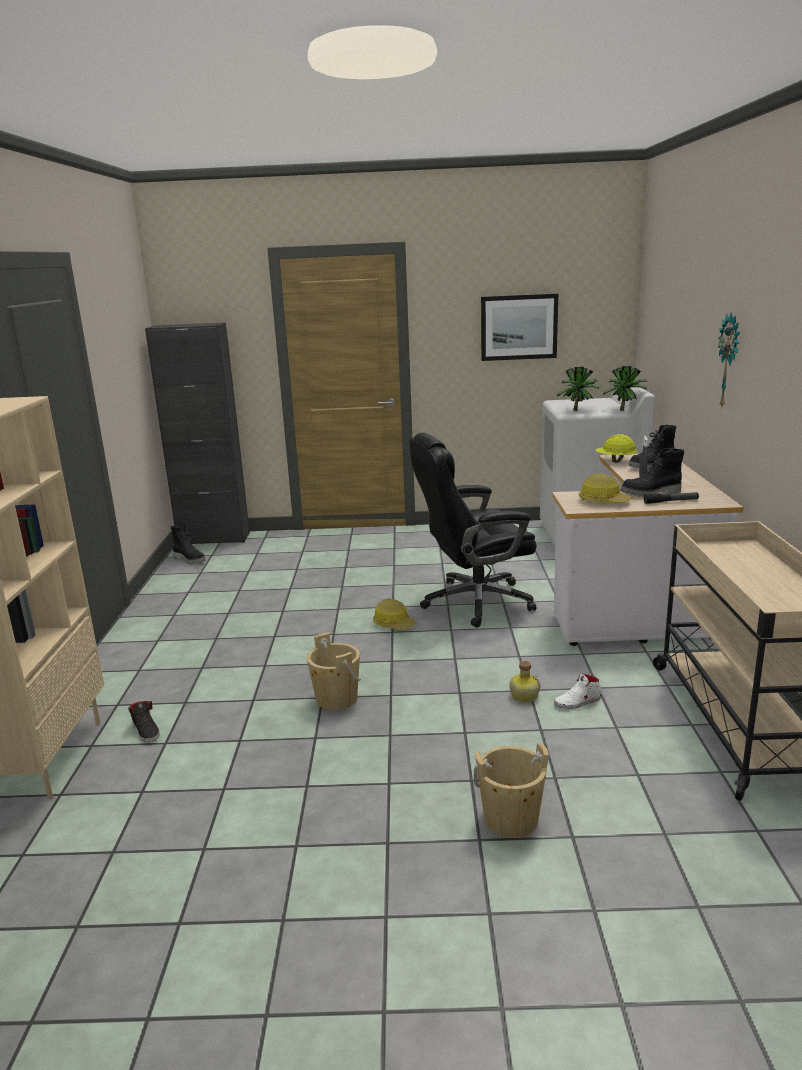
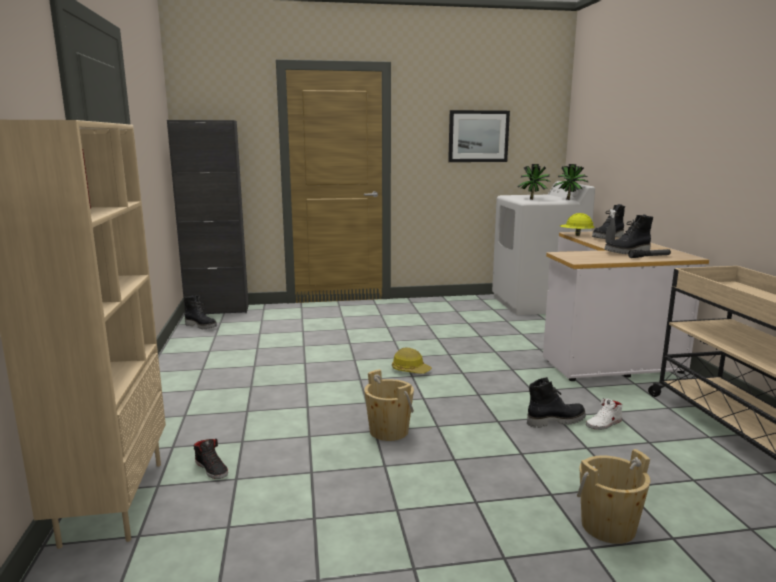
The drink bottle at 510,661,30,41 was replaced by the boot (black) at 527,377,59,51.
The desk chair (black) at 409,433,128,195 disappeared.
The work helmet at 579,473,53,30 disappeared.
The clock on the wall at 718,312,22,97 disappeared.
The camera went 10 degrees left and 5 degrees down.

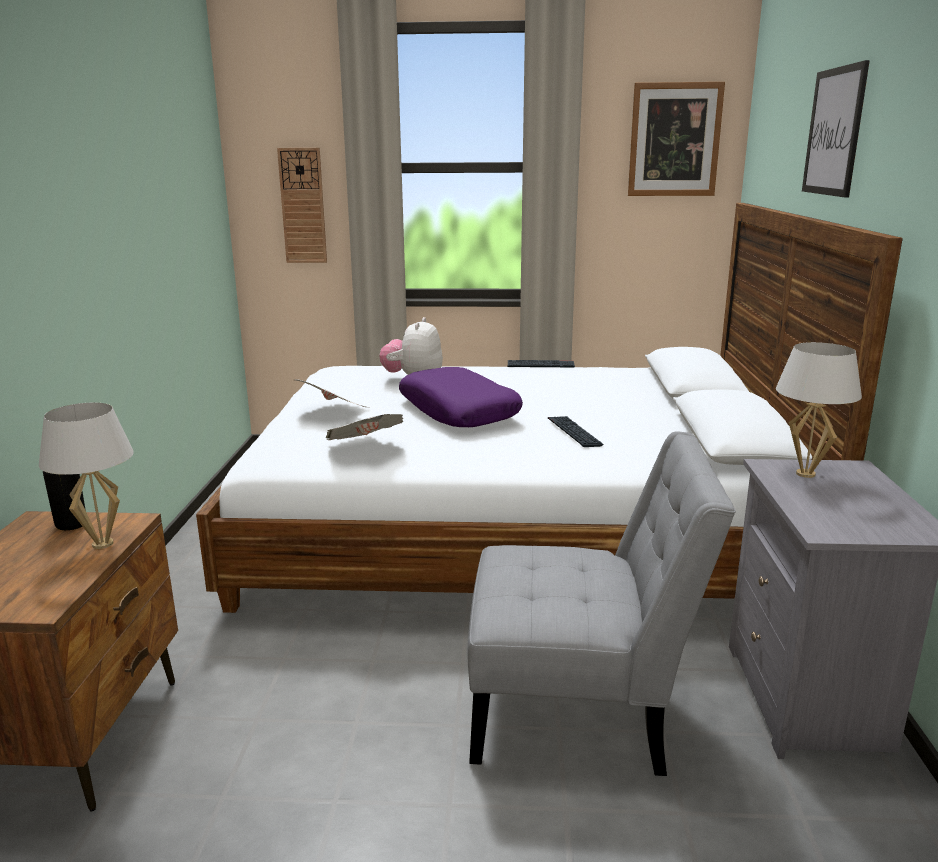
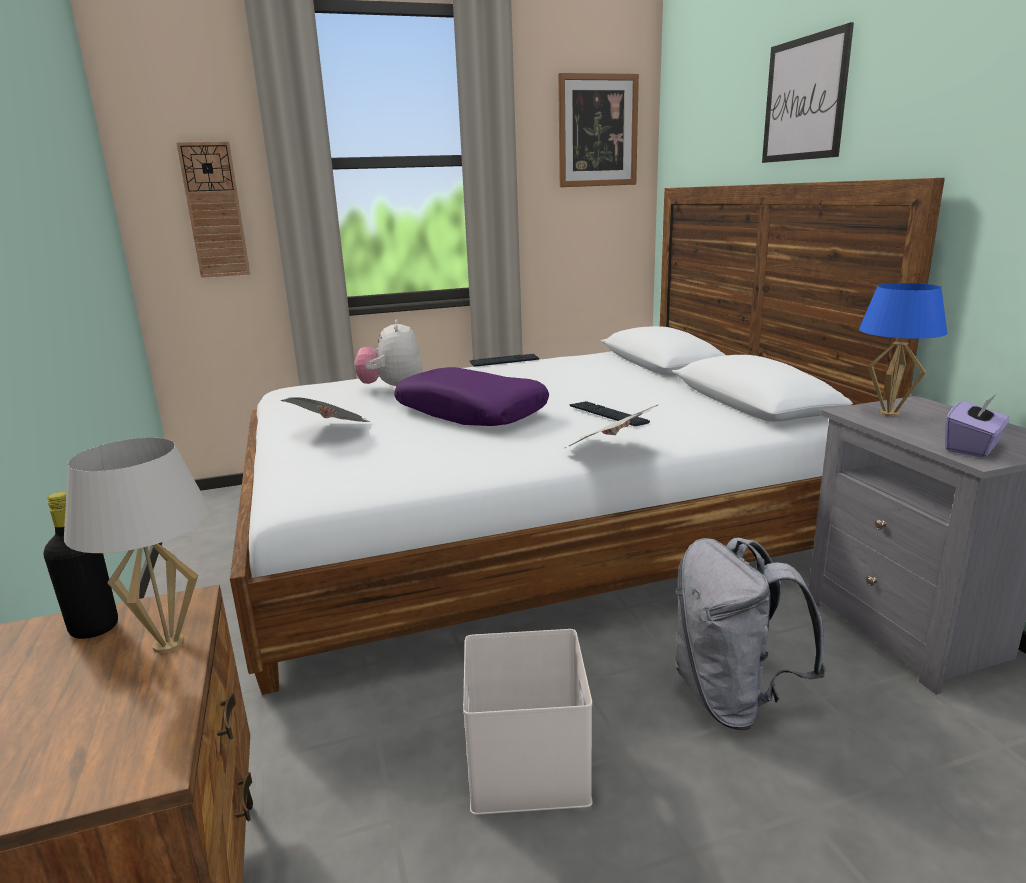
The storage box (whitish) at 463,629,129,186 appeared.
The daily paper moved from 326,414,77,26 to 565,405,93,43.
The plain chair (grey) at 468,431,268,345 was replaced by the knapsack (grey) at 674,538,152,192.
The table lamp (whitish) at 776,342,86,136 became the table lamp (blue) at 859,283,88,134.
The tissue box (purple-coloured) at 945,395,65,63 appeared.
The camera went 20 degrees left and 0 degrees up.

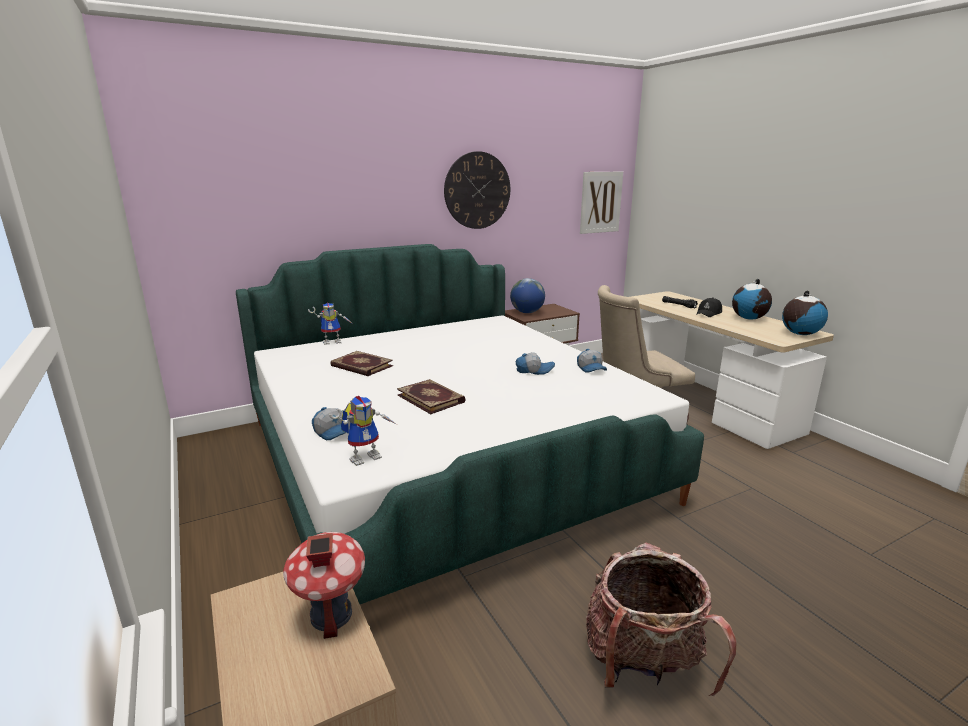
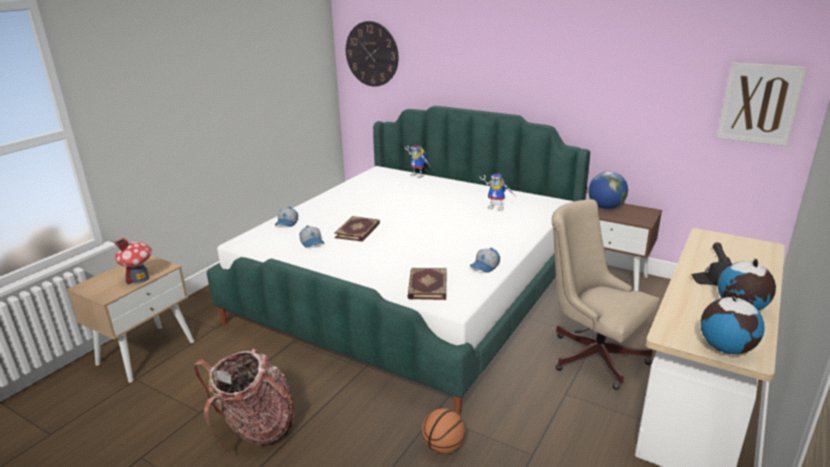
The baseball cap moved from 516,352,39,23 to 299,225,25,22.
The clock on the wall moved from 444,151,66,78 to 346,21,53,66.
The bound book moved from 330,351,63,25 to 407,268,39,32.
The basketball ball at 422,408,43,46 appeared.
The robot figure moved from 329,396,67,70 to 480,173,35,38.
The camera went 60 degrees right and 5 degrees up.

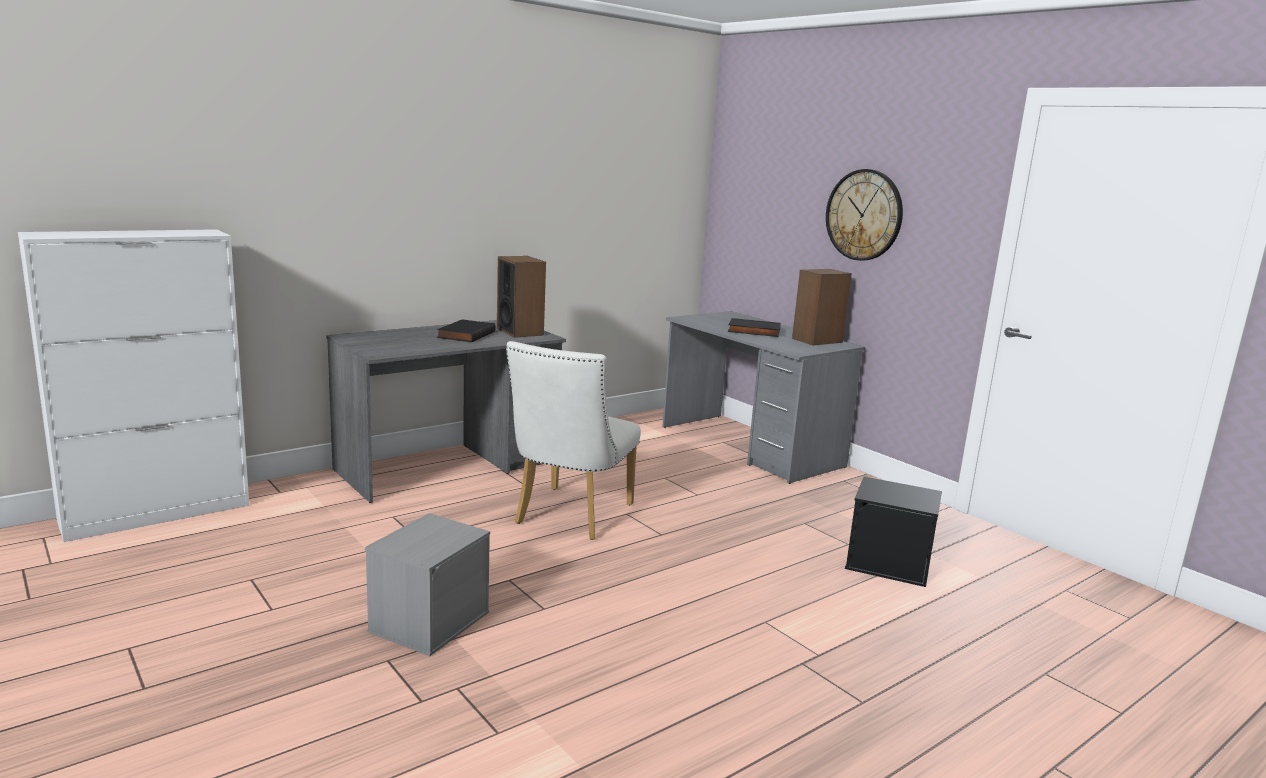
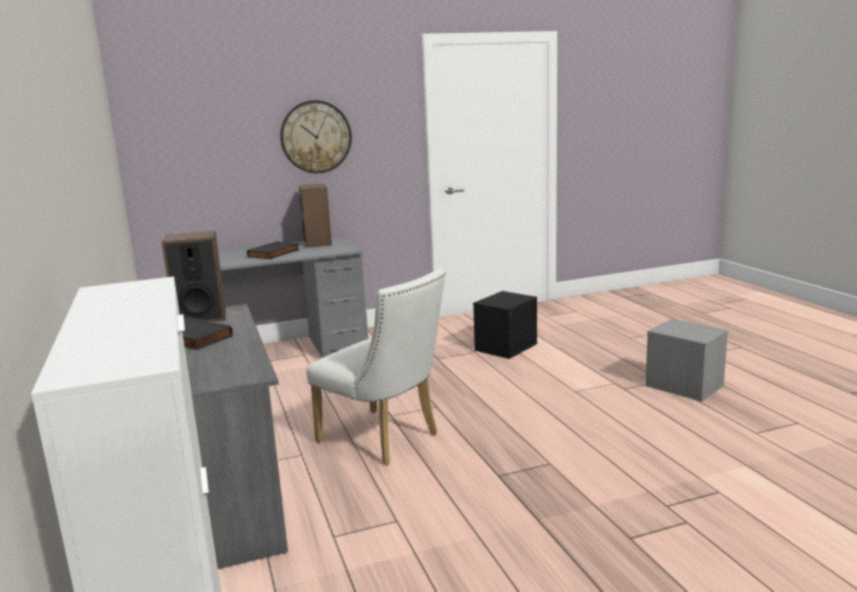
The storage box (grey) moved from 365,513,125,143 to 645,319,84,83.
The camera went 70 degrees left and 0 degrees up.

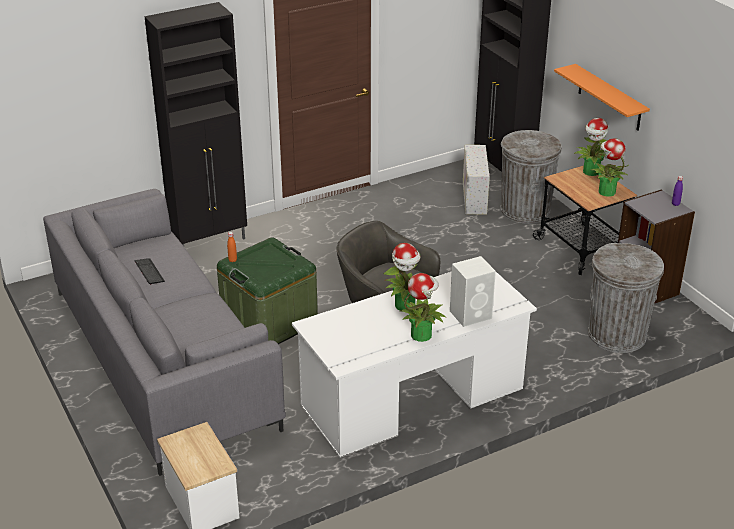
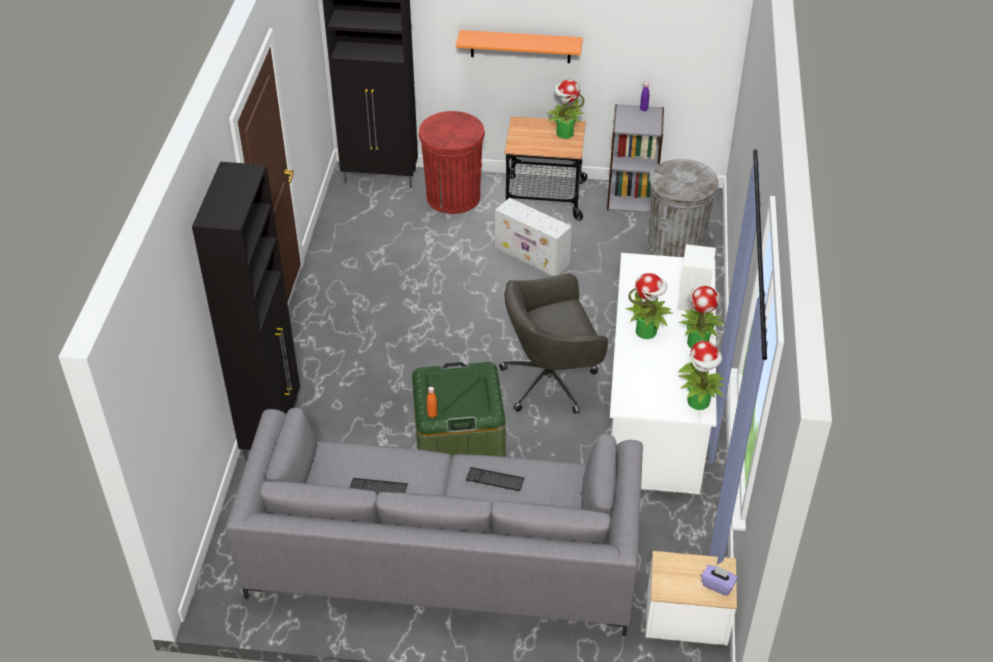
The waste bin (grey) at 501,130,61,94 became the waste bin (red-coloured) at 419,111,66,103.
The keyboard at 466,467,58,24 appeared.
The storage box (whitish) moved from 463,145,27,70 to 495,198,77,78.
The plant in a pot moved from 574,118,34,58 to 678,341,48,69.
The tissue box (purple-coloured) at 701,565,37,31 appeared.
The camera went 55 degrees left and 10 degrees up.

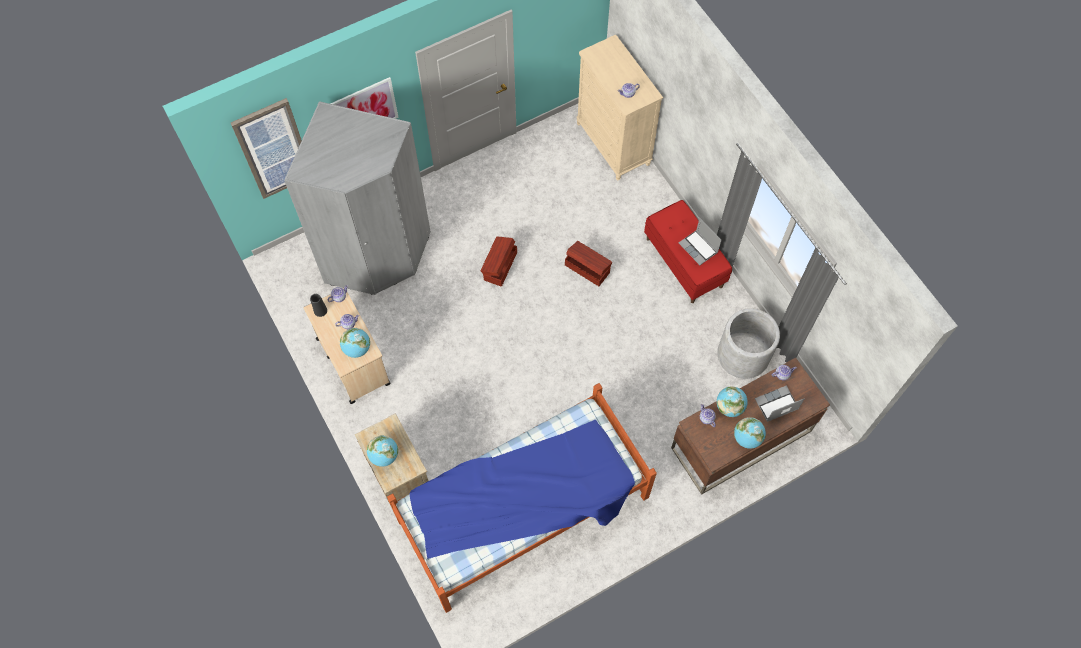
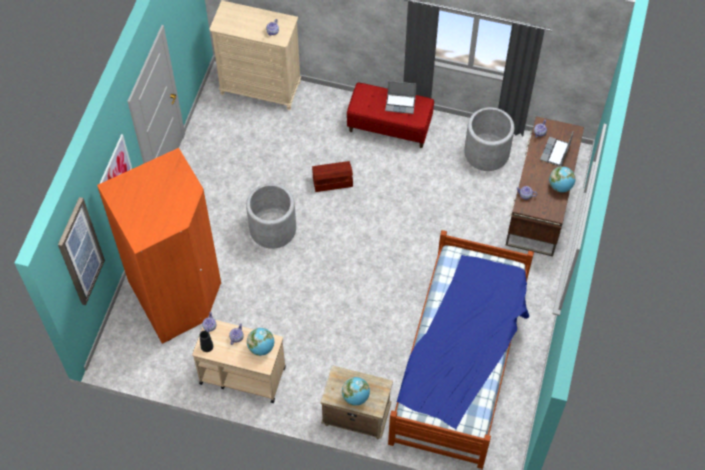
The wardrobe (grey) at 284,101,147,194 became the wardrobe (orange) at 97,148,124,196.
The storage box (brown-coloured) at 481,236,36,51 was replaced by the flower pot (grey) at 246,184,50,65.
The world globe at 717,386,31,31 disappeared.
The camera went 45 degrees left and 5 degrees down.

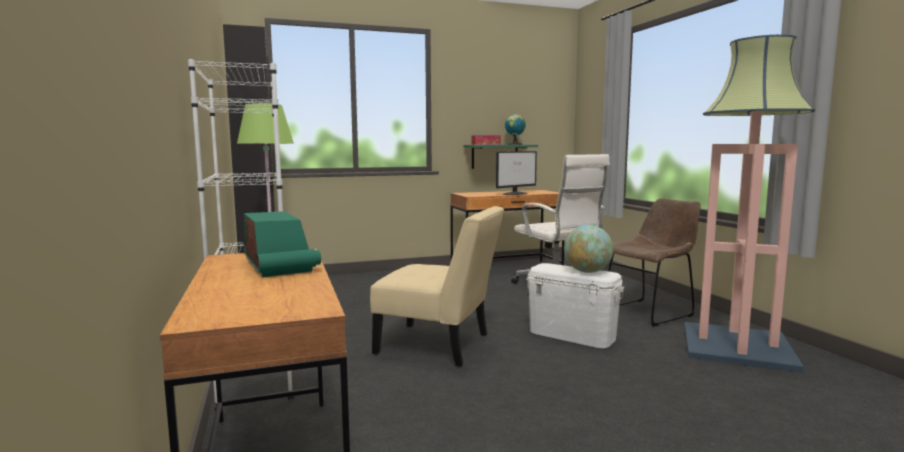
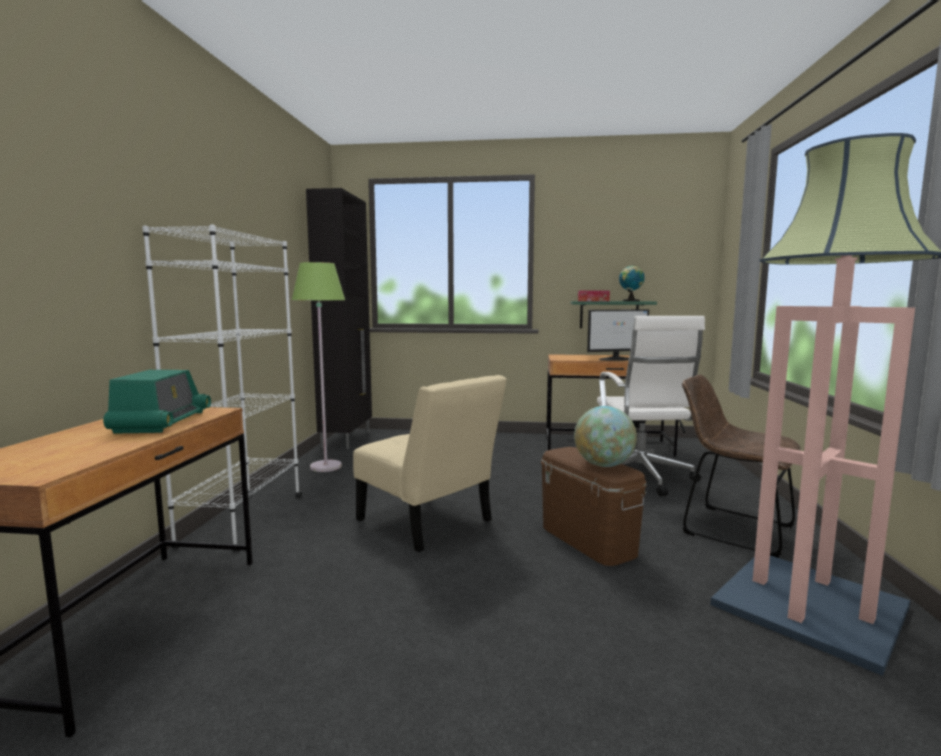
The storage box (whitish) at 526,263,98,85 became the storage box (brown-coloured) at 541,447,105,119.
The plain chair (brown-coloured) at 608,198,93,128 turned 135 degrees counterclockwise.
The camera went 25 degrees right and 0 degrees up.

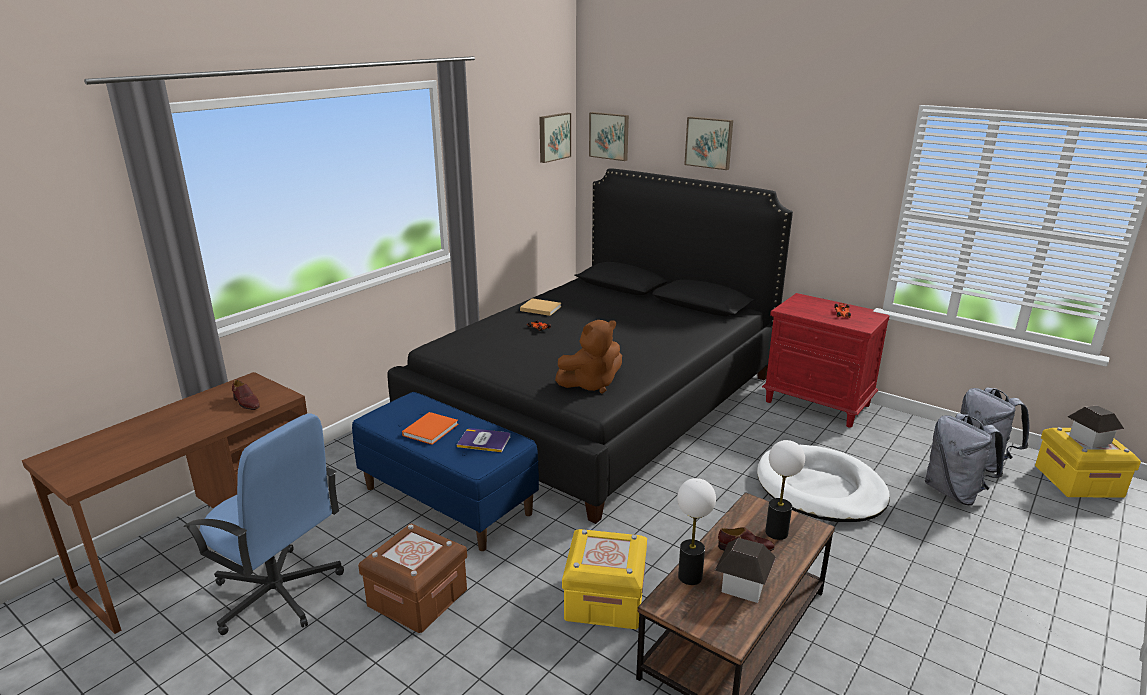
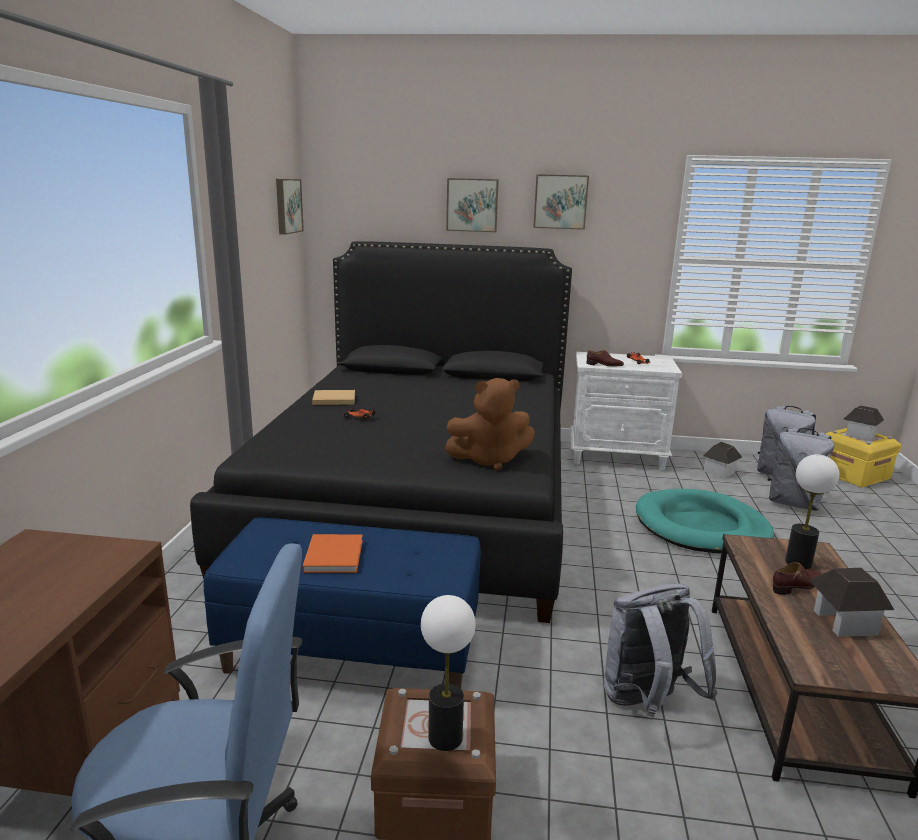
The table lamp moved from 677,478,39,107 to 421,595,55,156.
The soft toy (brown-coloured) at 555,320,67,73 turned 45 degrees clockwise.
The wall art moved from 589,112,40,49 to 533,174,56,56.
The bedside table (red-coloured) at 762,293,127,135 became the bedside table (whitish) at 570,352,112,119.
The item of footwear (brown-coloured) moved from 232,380,28,30 to 587,350,37,17.
The storage box (yellow) at 562,529,85,100 was replaced by the knapsack (grey) at 603,583,115,134.
The pet bed (whitish) at 757,444,133,78 became the pet bed (blue-green) at 636,489,138,65.
The toy house at 703,442,39,36 appeared.
The bound book at 457,428,53,24 disappeared.
The camera went 30 degrees left and 5 degrees down.

